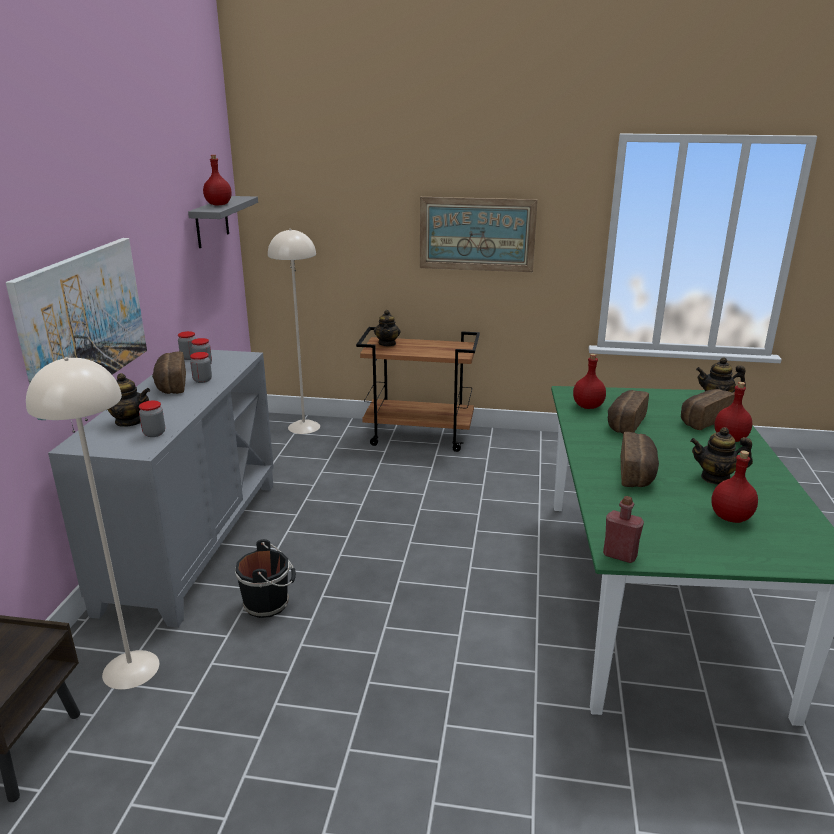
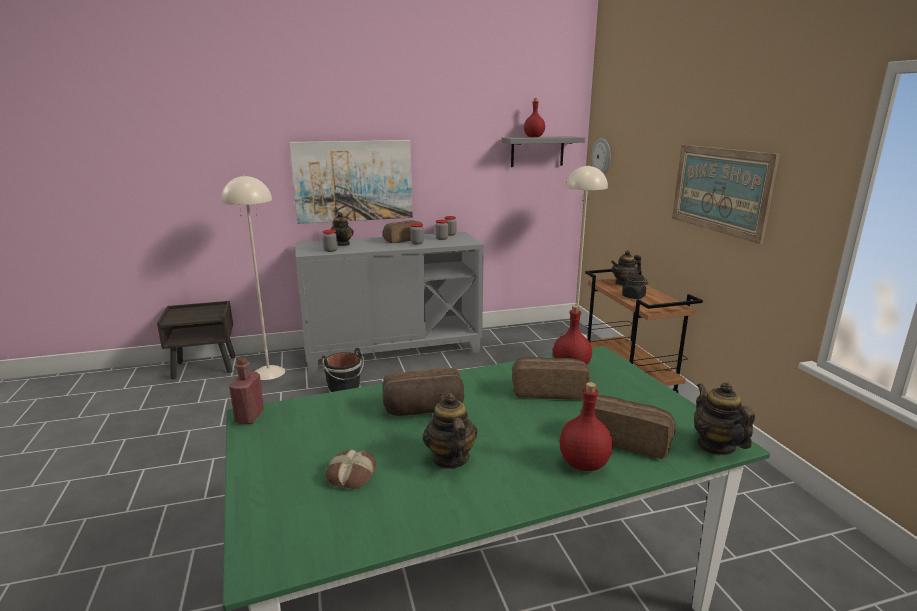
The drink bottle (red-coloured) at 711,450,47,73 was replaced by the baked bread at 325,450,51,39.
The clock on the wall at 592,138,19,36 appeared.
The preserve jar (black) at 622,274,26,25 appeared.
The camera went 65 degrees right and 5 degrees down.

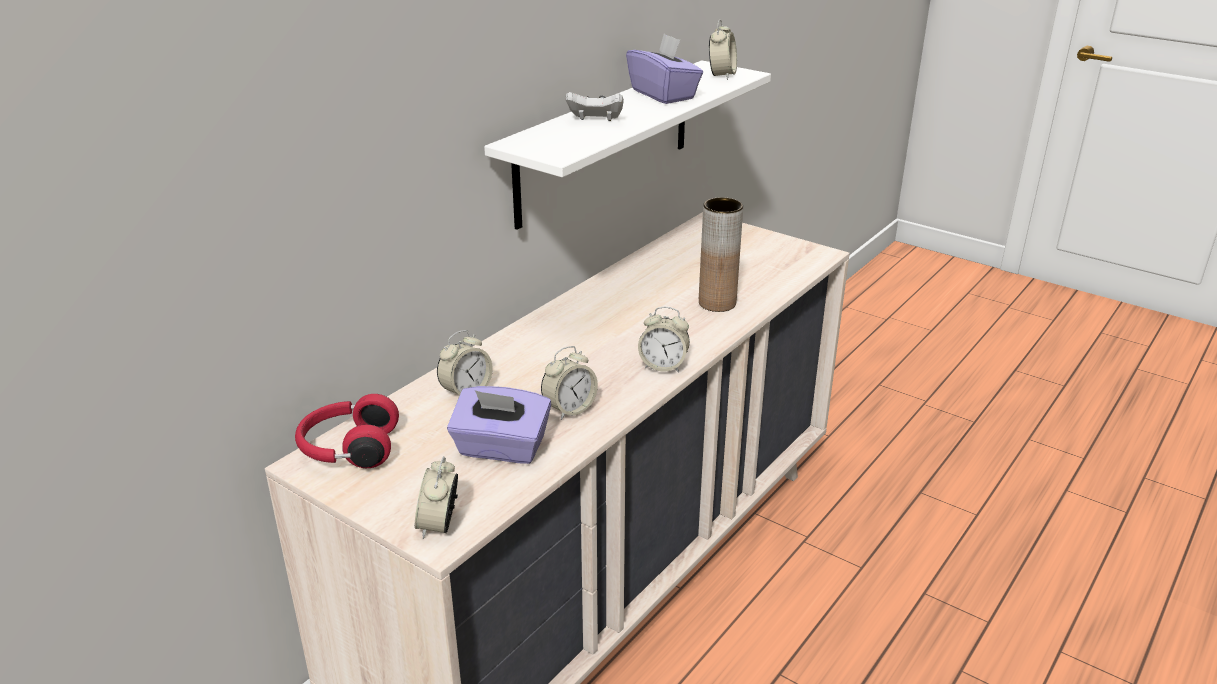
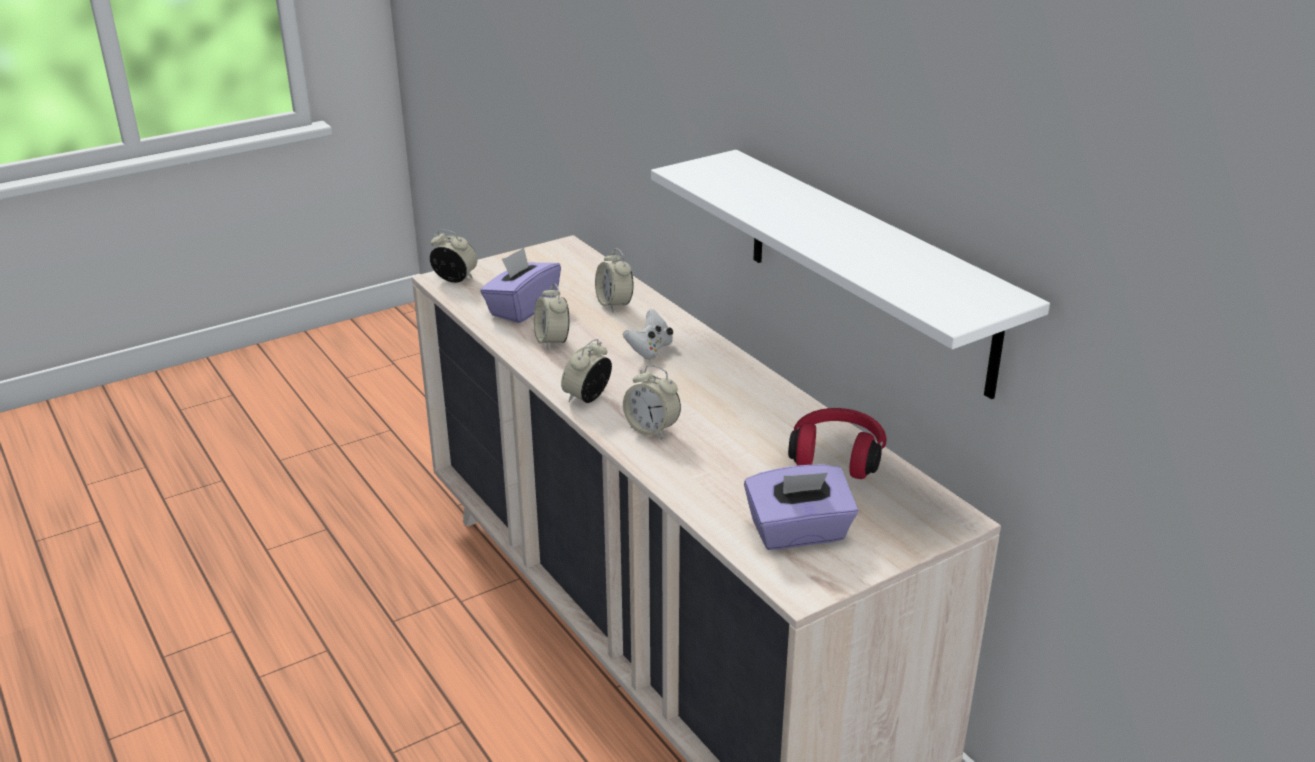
The game controller (whitish) moved from 566,92,58,29 to 623,309,50,51.
The bedside clock moved from 709,20,28,60 to 623,365,58,74.
The tissue box (purple-coloured) moved from 626,33,77,71 to 744,465,114,85.
The headphones (red-coloured) moved from 295,394,104,74 to 788,408,99,71.
The vase (brown-coloured) at 699,197,44,115 disappeared.
The camera went 110 degrees right and 0 degrees up.

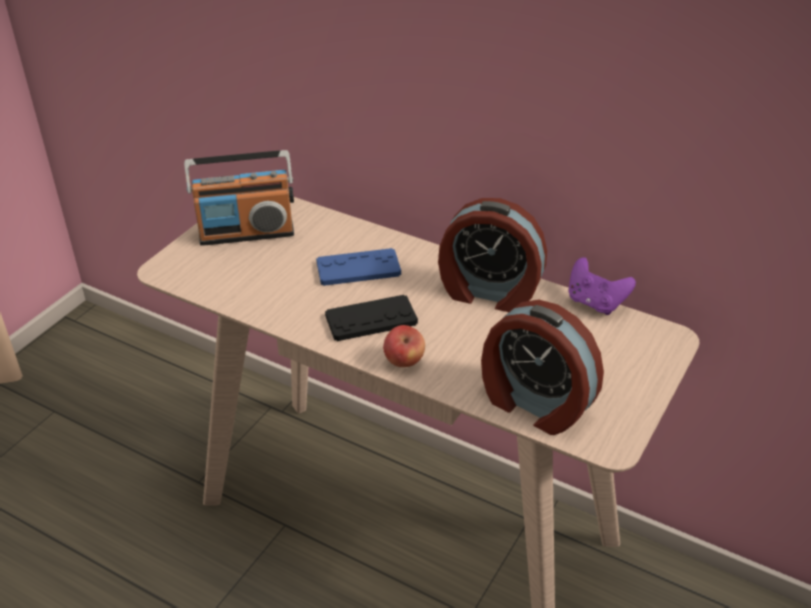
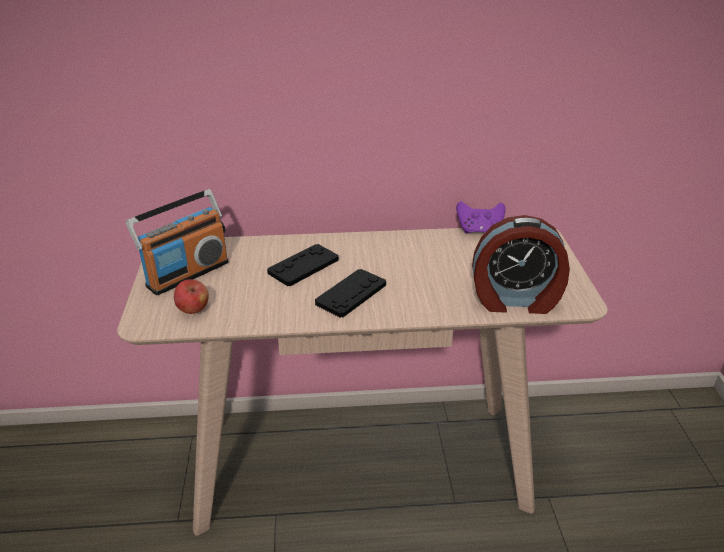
The whole apple moved from 383,325,42,42 to 174,279,35,35.
The game controller (blue) at 316,248,85,38 became the game controller (black) at 267,244,72,42.
The bedside clock at 438,198,109,114 disappeared.
The camera went 35 degrees left and 5 degrees down.

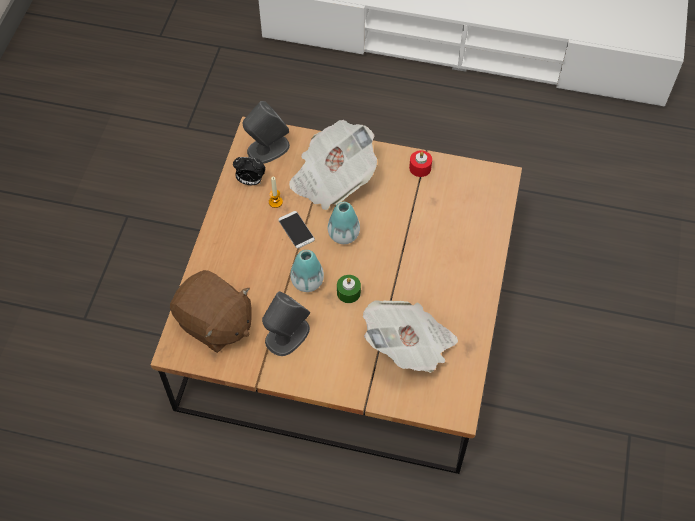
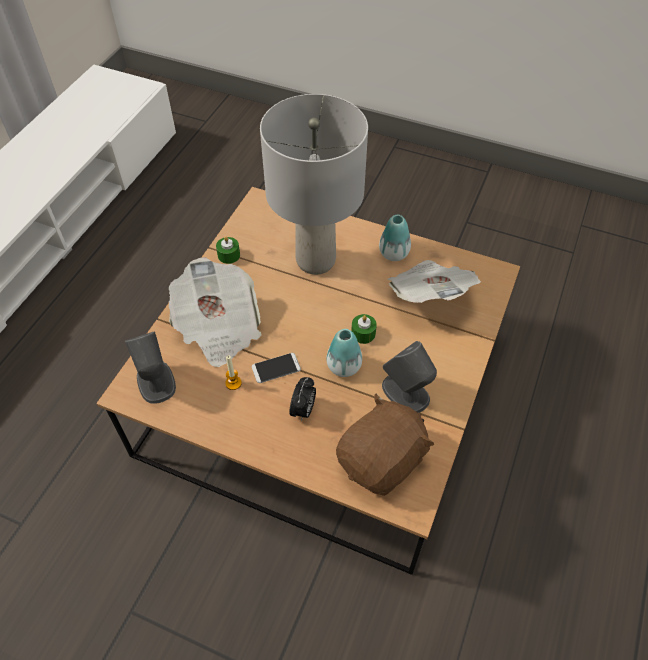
The wax light (red-coloured) at 409,150,23,27 became the wax light (green) at 216,236,24,28.
The table lamp (grey) at 260,94,108,181 appeared.
The bedside clock moved from 233,157,32,28 to 290,377,26,44.
The vase moved from 328,202,32,42 to 379,215,32,46.
The camera went 80 degrees left and 5 degrees down.

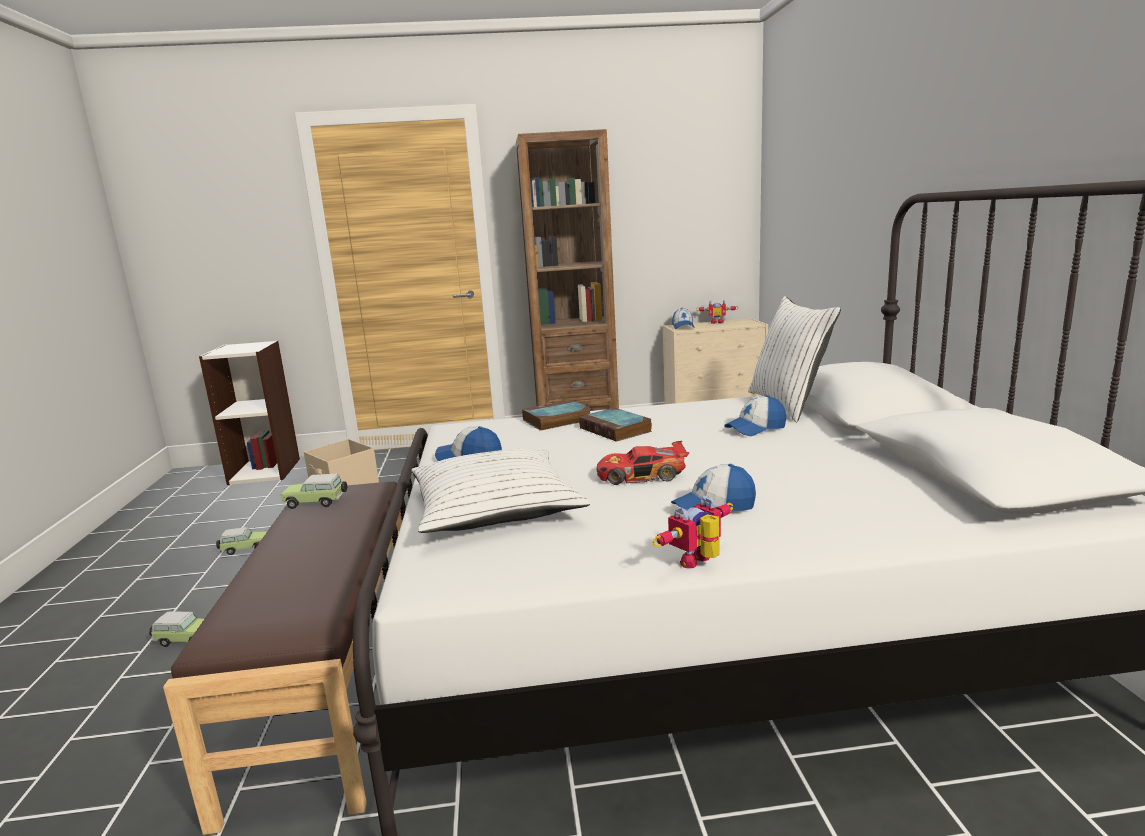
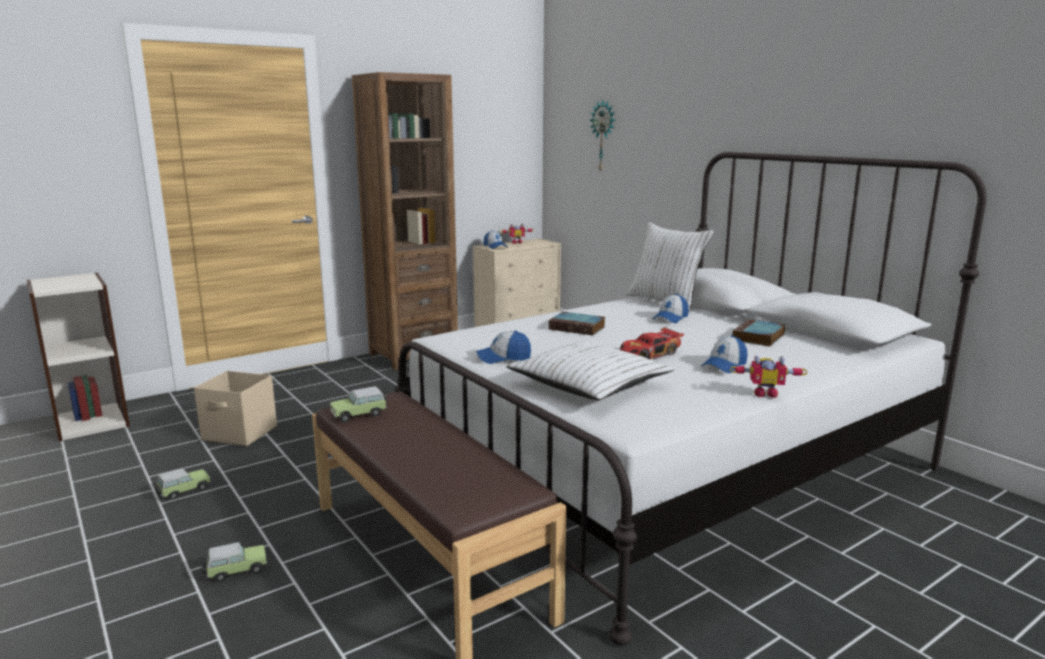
The clock on the wall at 590,100,25,73 appeared.
The robot figure at 653,496,80,73 turned 105 degrees counterclockwise.
The bound book moved from 522,400,69,31 to 732,319,53,28.
The camera went 30 degrees left and 0 degrees up.

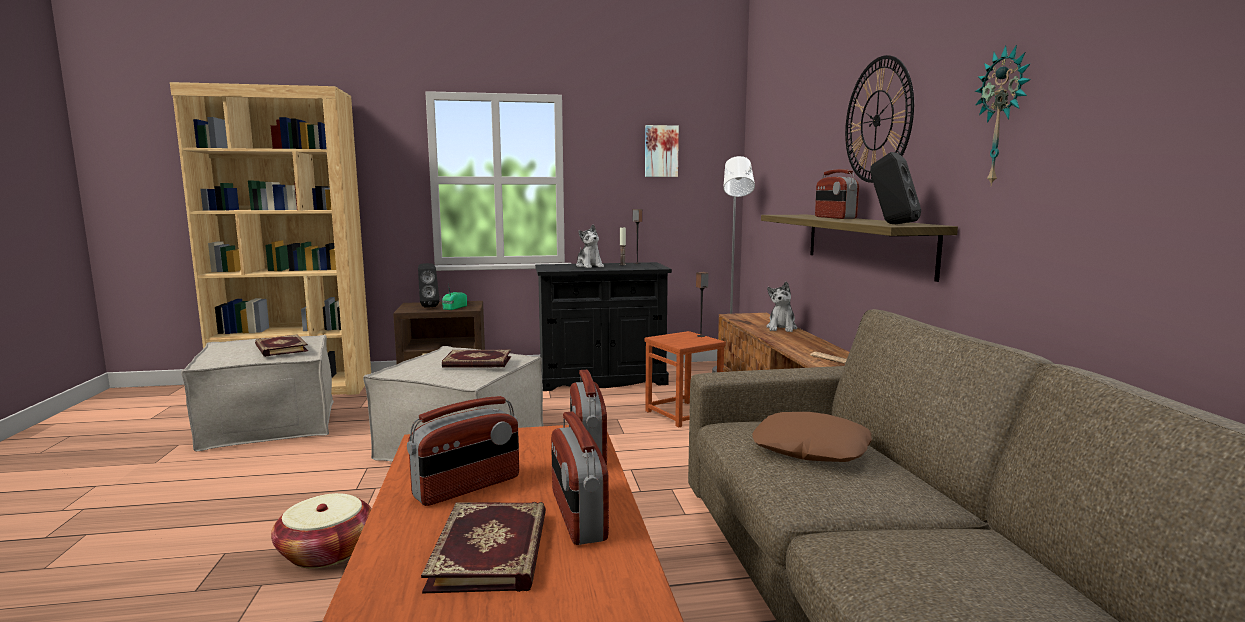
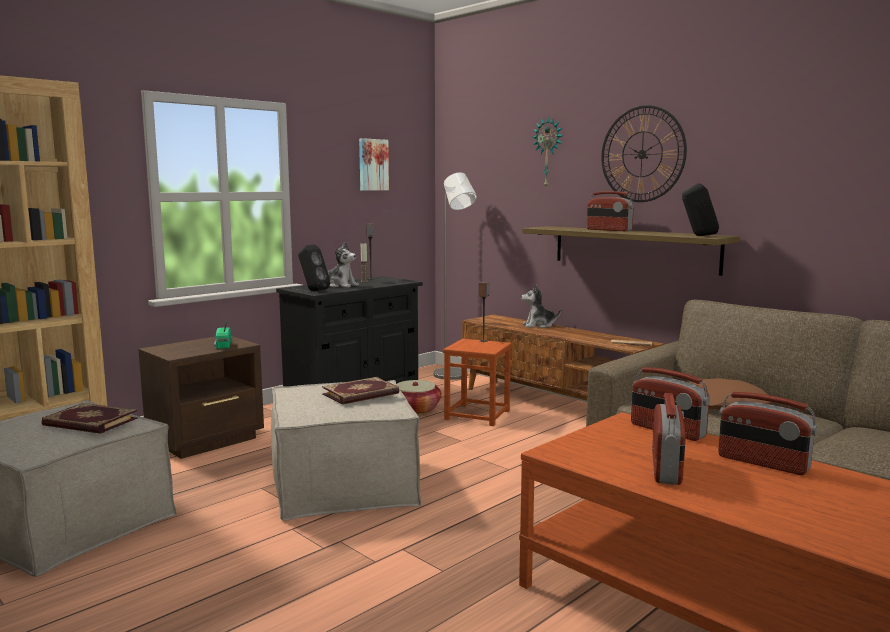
The loudspeaker (black) moved from 418,263,21,45 to 298,244,33,47.
The household basket moved from 271,493,101,75 to 397,380,45,35.
The soft toy at 766,281,31,51 turned 105 degrees clockwise.
The clock on the wall moved from 975,45,56,142 to 532,117,31,70.
The bound book at 421,502,125,92 disappeared.
The camera went 35 degrees left and 0 degrees up.

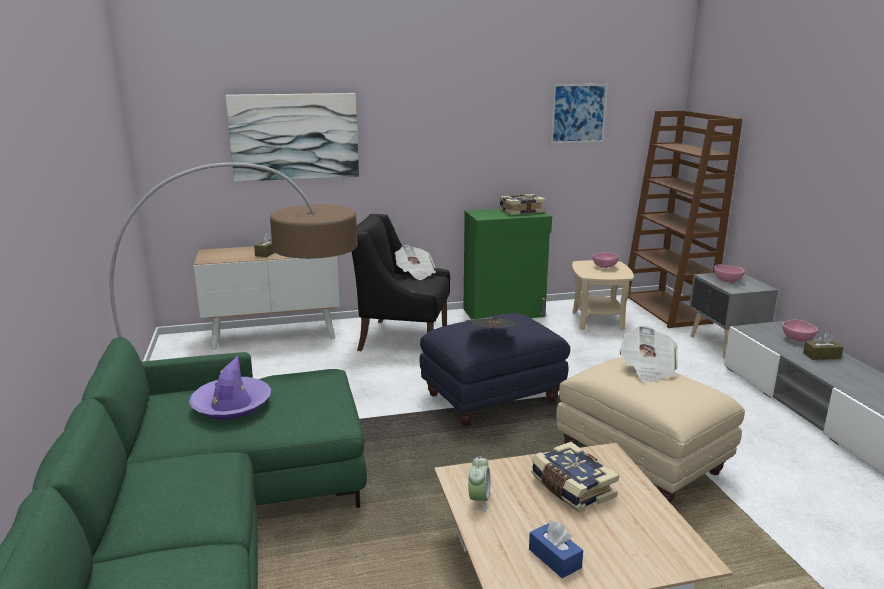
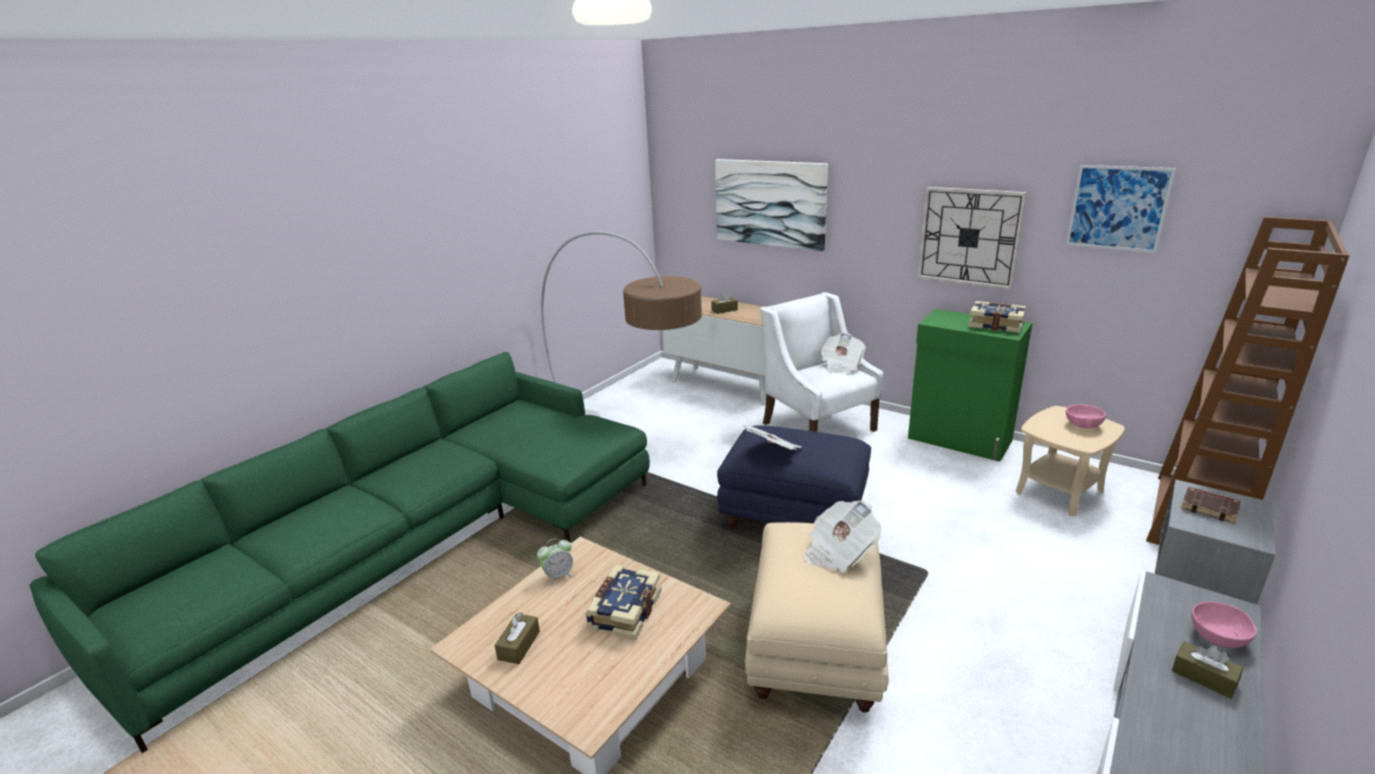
The tissue box (blue) at 529,521,54,57 became the tissue box (brown-coloured) at 495,612,45,52.
The easy chair (black) at 351,214,99,137 became the easy chair (whitish) at 760,292,124,140.
The clock on the wall at 917,187,110,103 appeared.
The serving bowl (pinkish) at 714,264,31,18 was replaced by the bound book (brown-coloured) at 1181,487,60,37.
The clothing hat (purple-coloured) at 189,356,82,64 disappeared.
The camera went 50 degrees right and 5 degrees up.

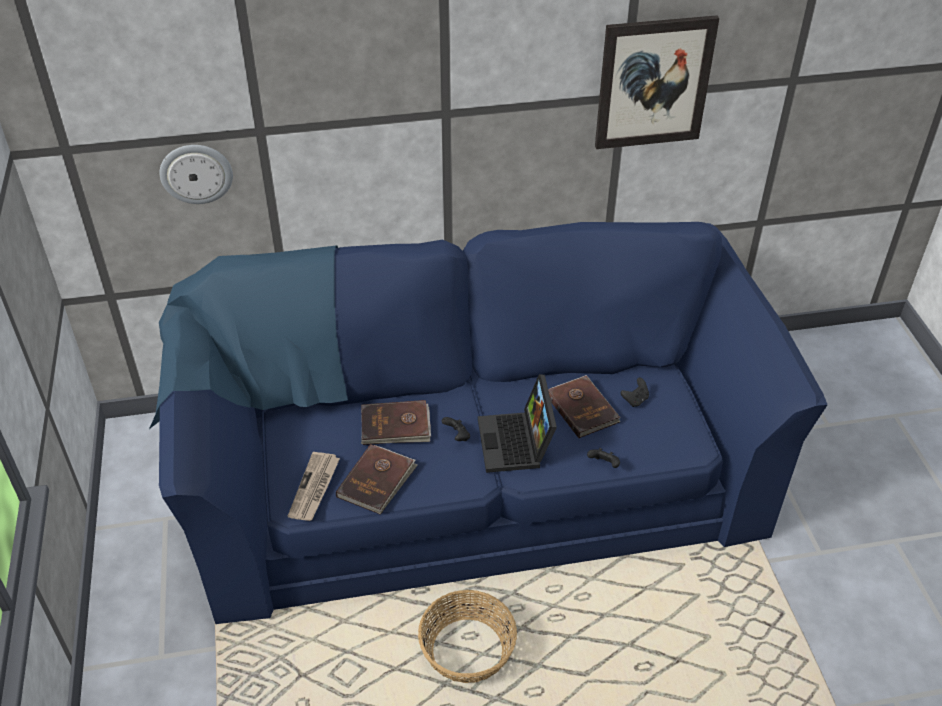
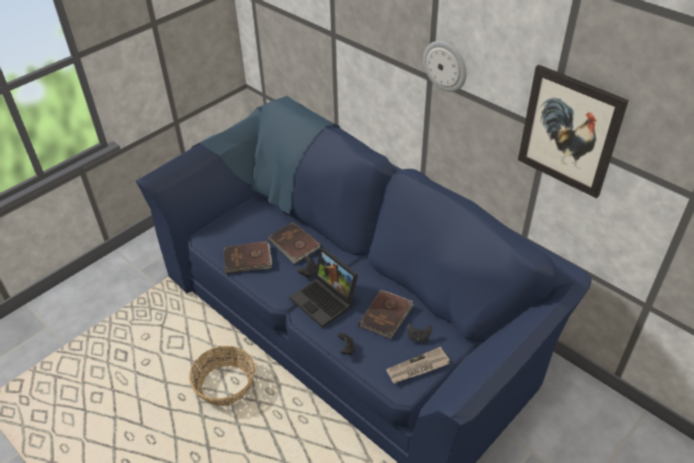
The laptop at 478,374,79,99 turned 90 degrees counterclockwise.
The daily paper moved from 288,452,52,69 to 386,347,64,37.
The clock on the wall moved from 159,145,74,59 to 423,41,44,51.
The camera went 55 degrees right and 0 degrees up.

